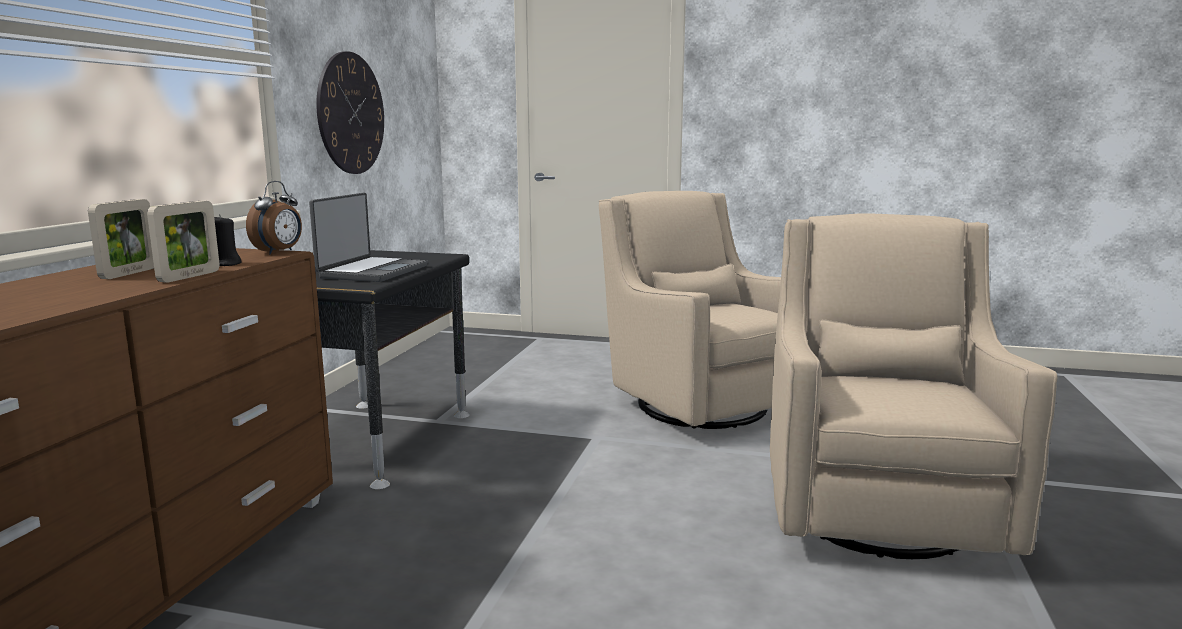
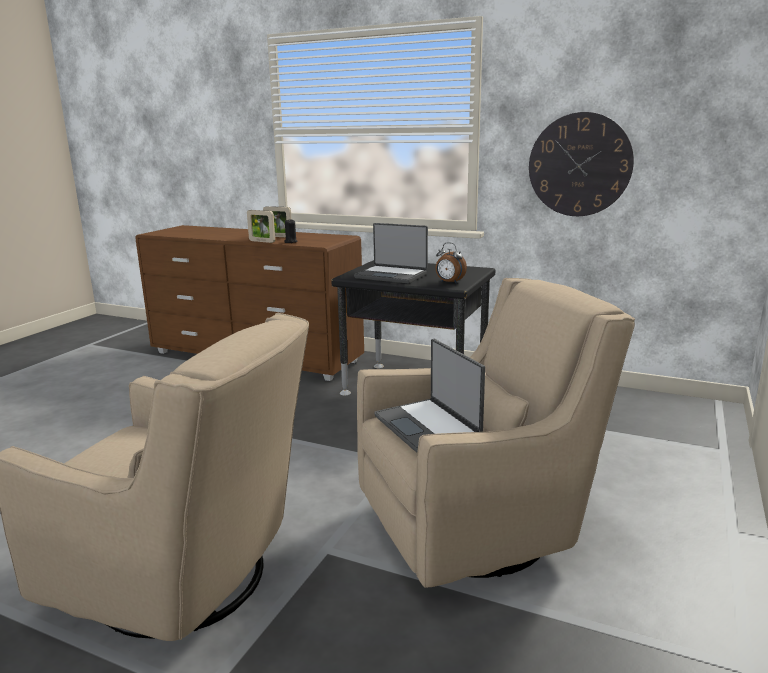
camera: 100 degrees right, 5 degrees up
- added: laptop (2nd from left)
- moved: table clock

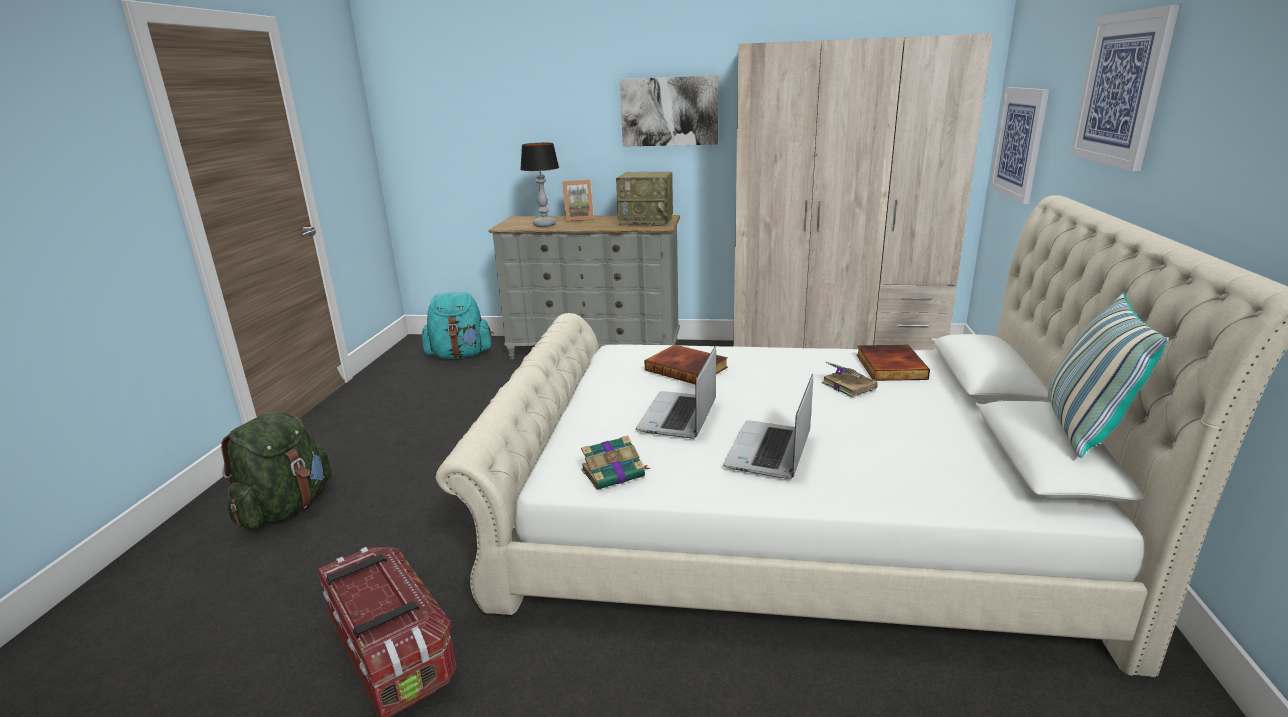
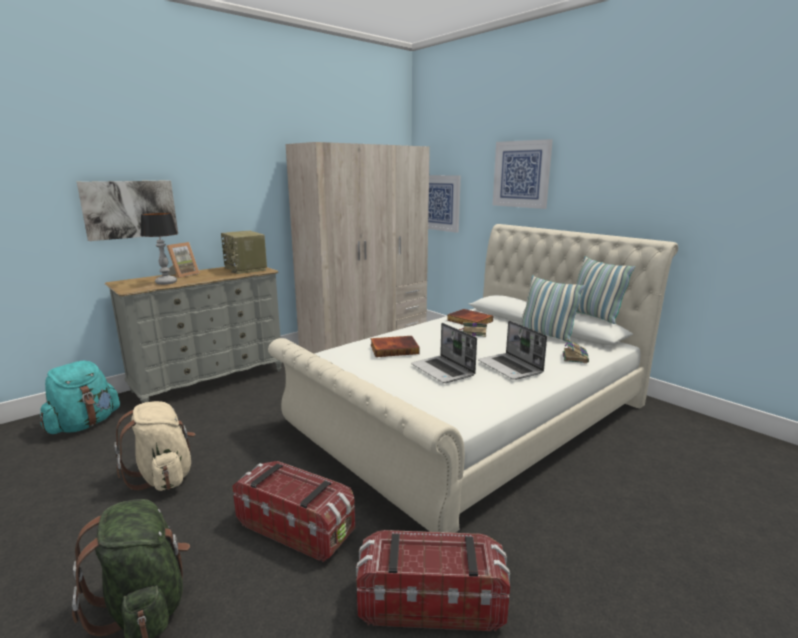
camera: 50 degrees left, 5 degrees down
- moved: picture (1st from left)
- added: beige-coloured knapsack
- turned: radio set 90 degrees clockwise
- added: storage box (1st from left)
- added: throw pillow (1st from left)
- moved: bound book (1st from left in the first image) to bound book (4th from left)

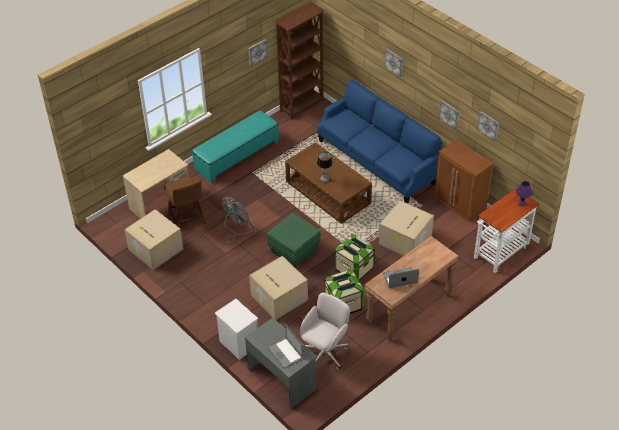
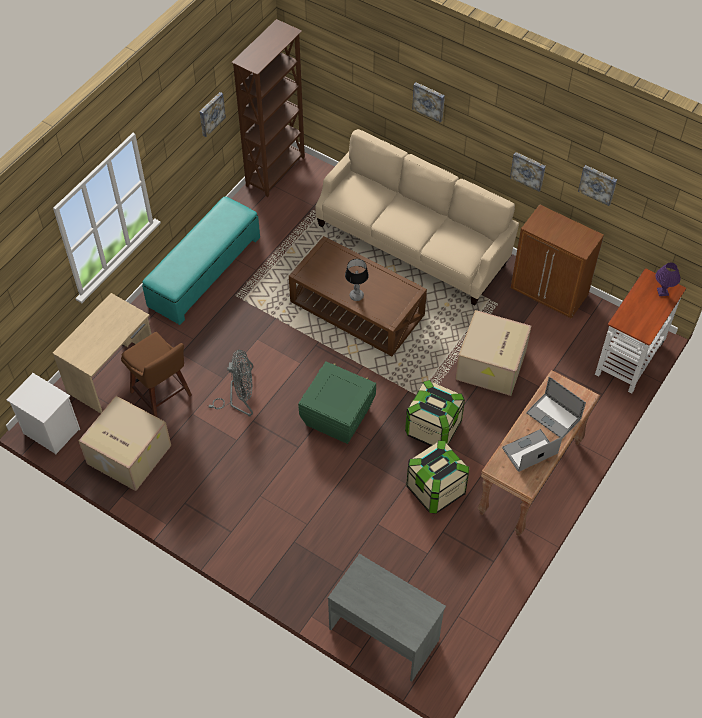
camera: 15 degrees left, 10 degrees up
- moved: whitish night table
- turned: grey electric fan 60 degrees clockwise
- recoloured: blue sofa to beige-coloured sofa
- moved: laptop (1st from left in the first image) to laptop (2nd from left)
- removed: carton (2nd from left)
- removed: whitish computer chair

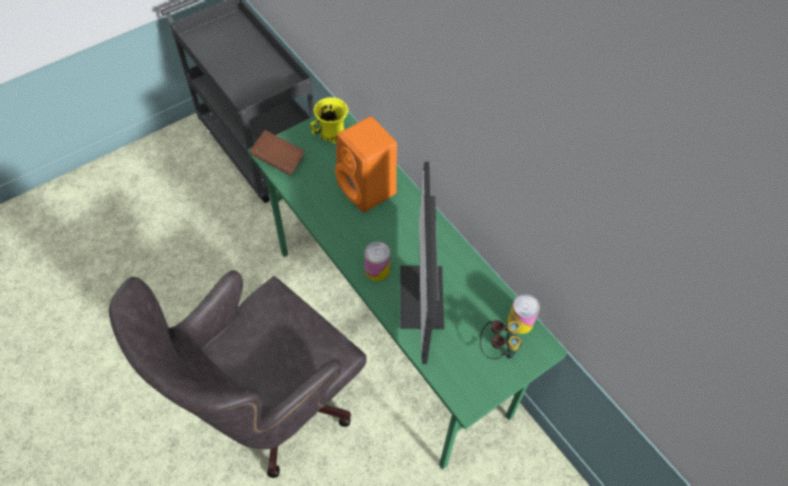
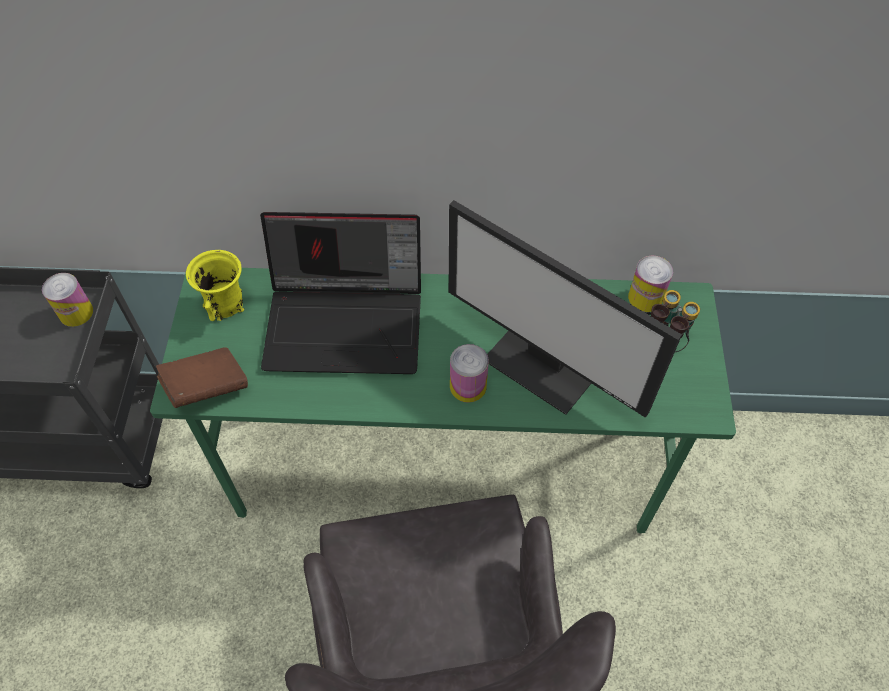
camera: 50 degrees left, 0 degrees up
- added: sealed can (1st from left)
- replaced: orangey speaker to laptop

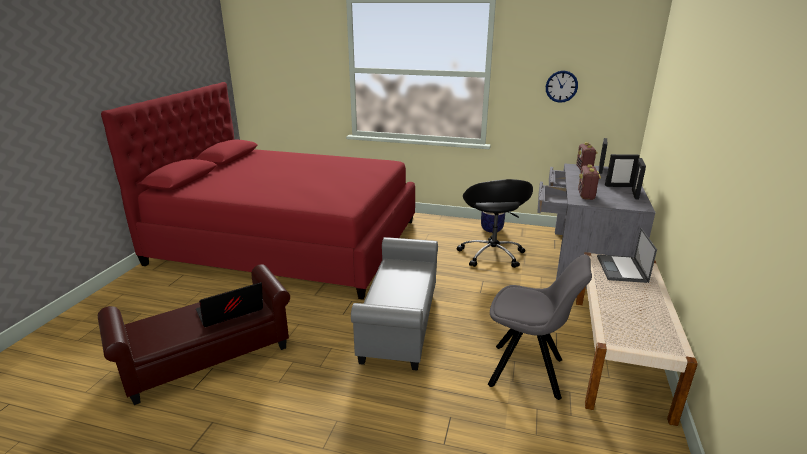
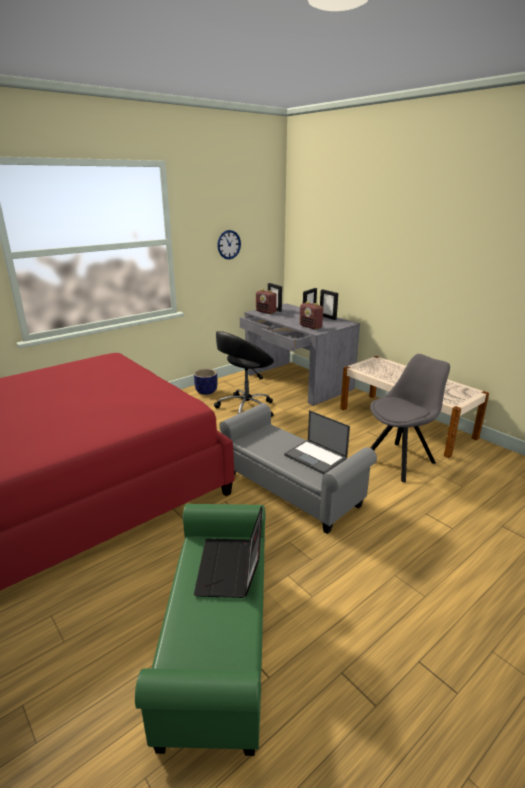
camera: 55 degrees left, 0 degrees up
- recoloured: brownish footrest to green-coloured footrest
- turned: black computer chair 105 degrees clockwise
- moved: laptop (2nd from left)

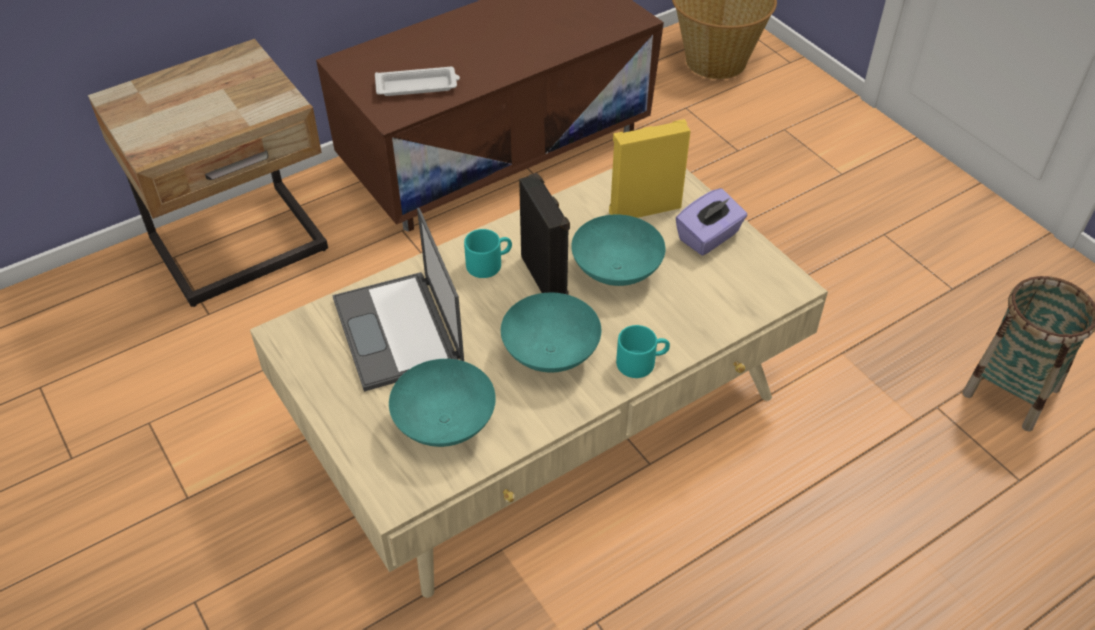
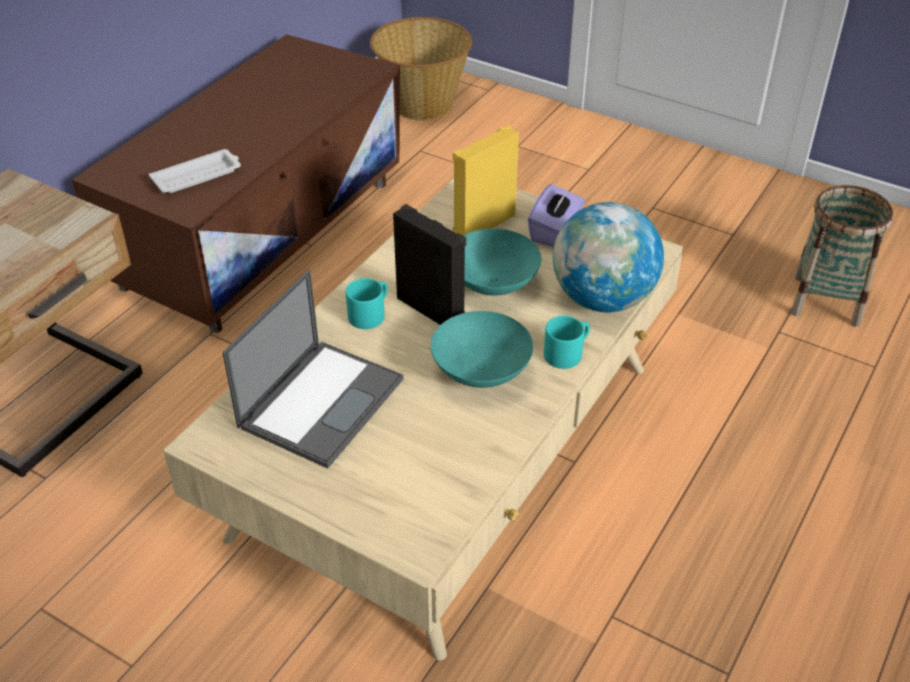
camera: 25 degrees left, 5 degrees down
- turned: laptop 105 degrees counterclockwise
- added: globe
- removed: turquoise-coloured bowl (1st from left)

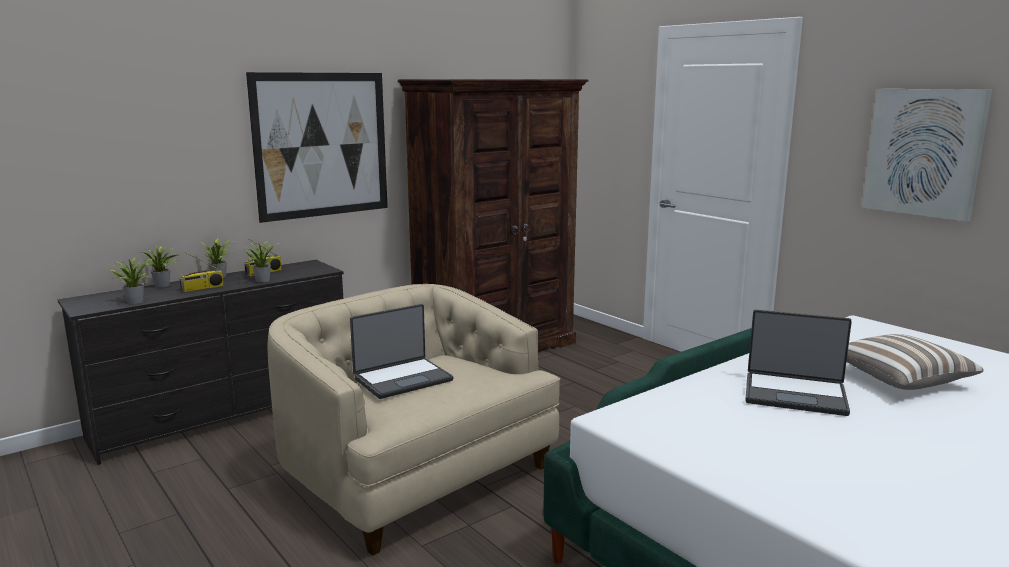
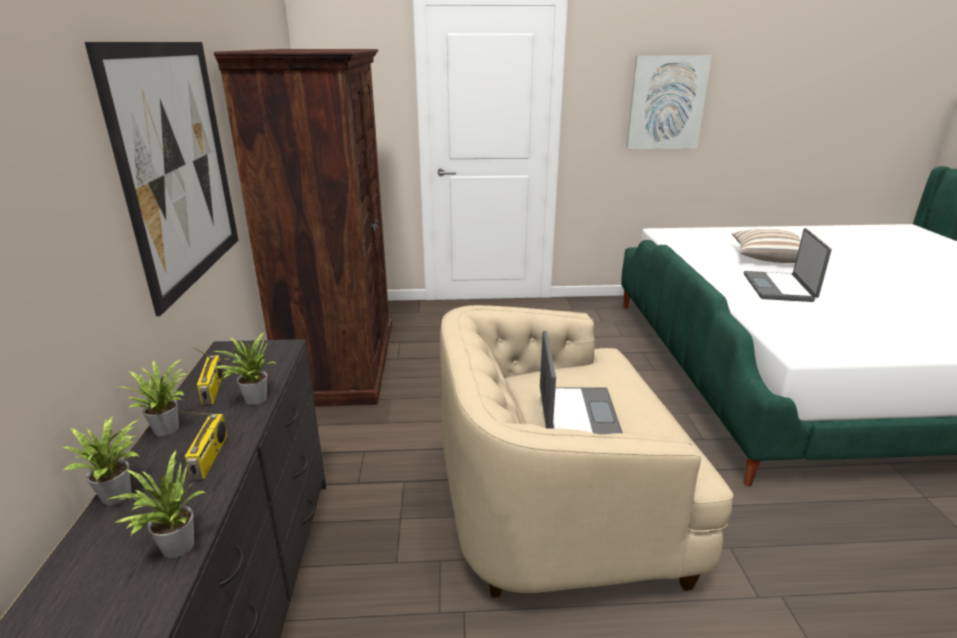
camera: 55 degrees left, 10 degrees up
- turned: laptop (2nd from left) 135 degrees clockwise

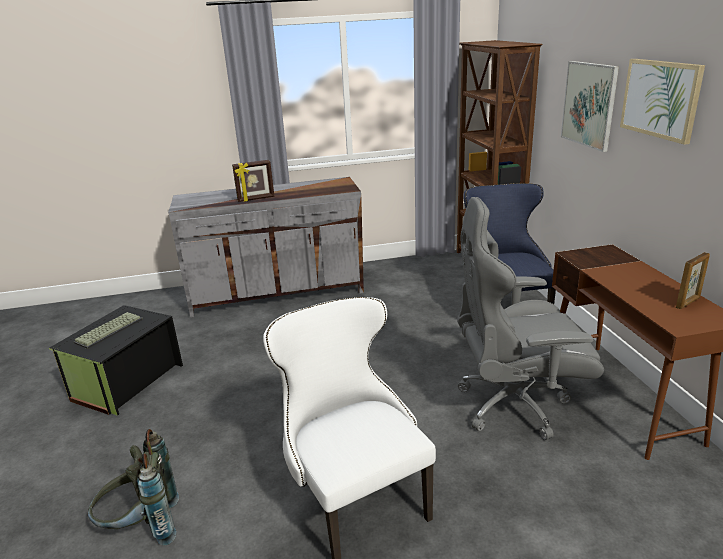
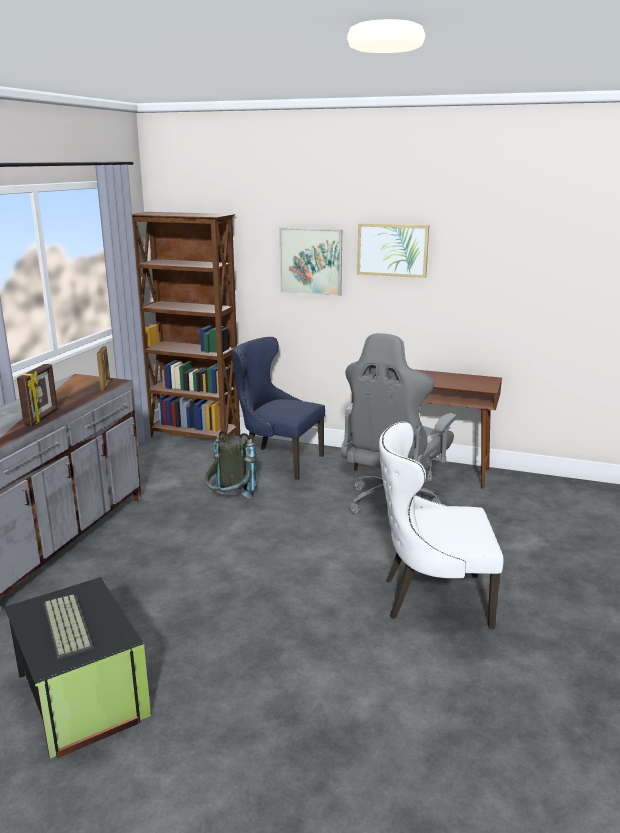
camera: 60 degrees left, 5 degrees down
- moved: picture frame (2nd from left)
- moved: grey knapsack

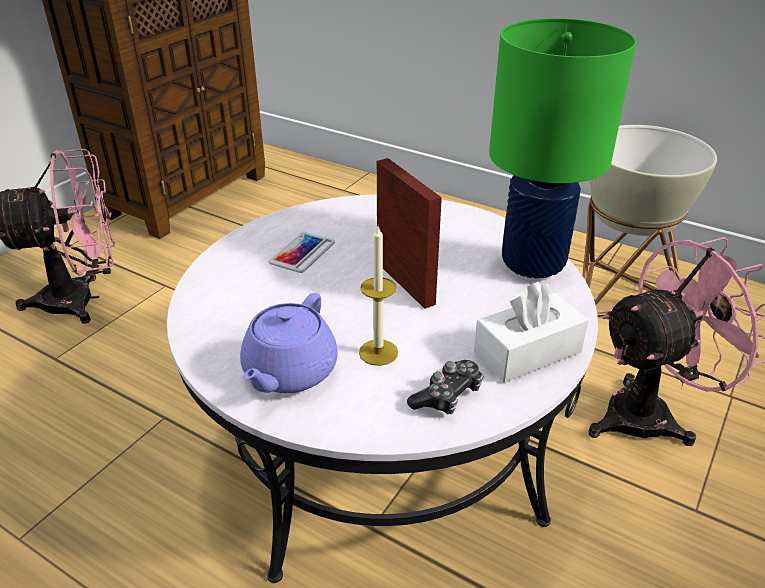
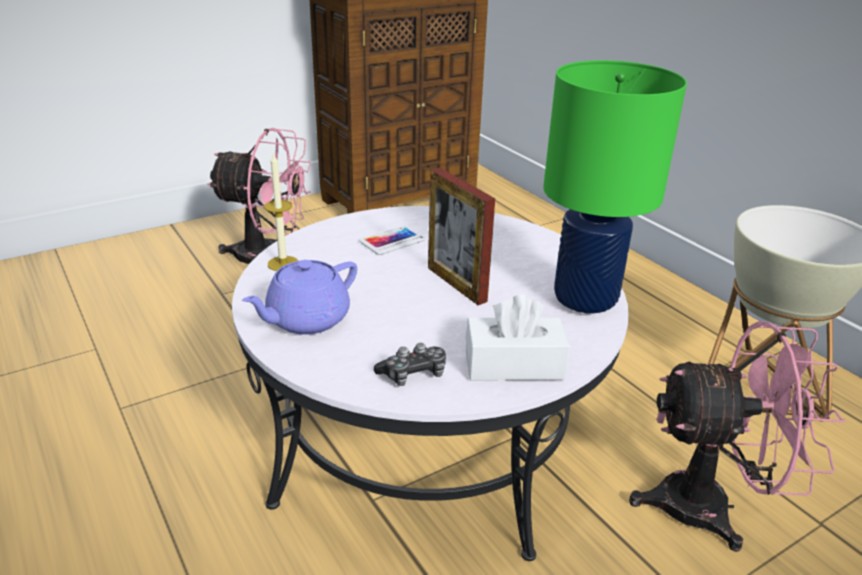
camera: 25 degrees right, 5 degrees down
- moved: wax light
- turned: picture frame 150 degrees clockwise

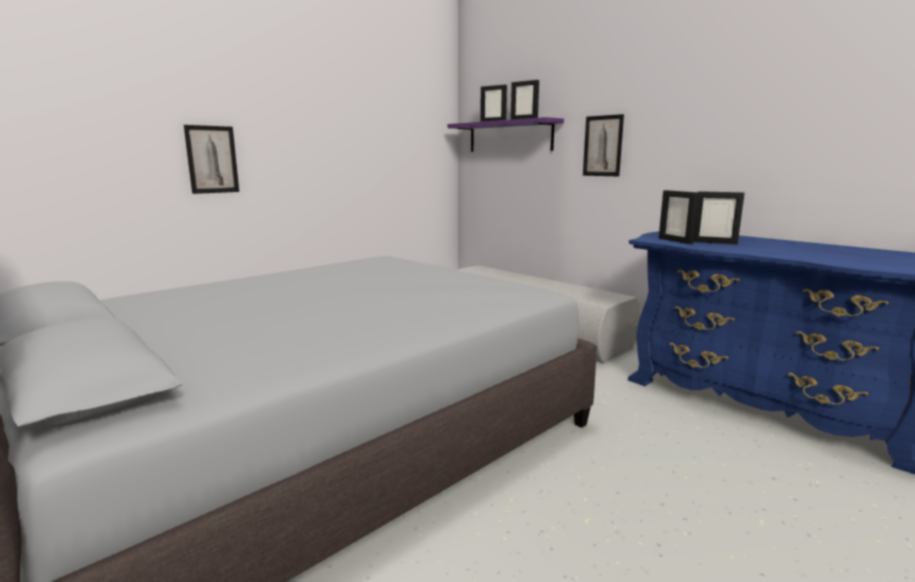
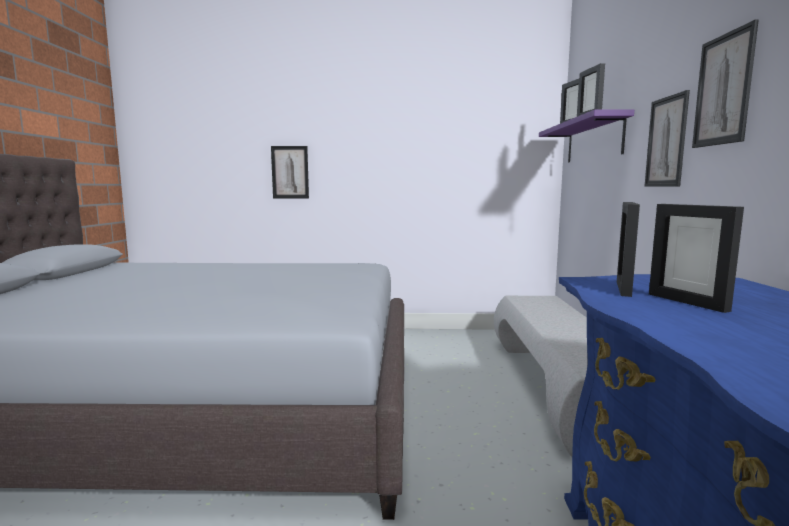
camera: 45 degrees right, 5 degrees down
- added: picture (3rd from left)

